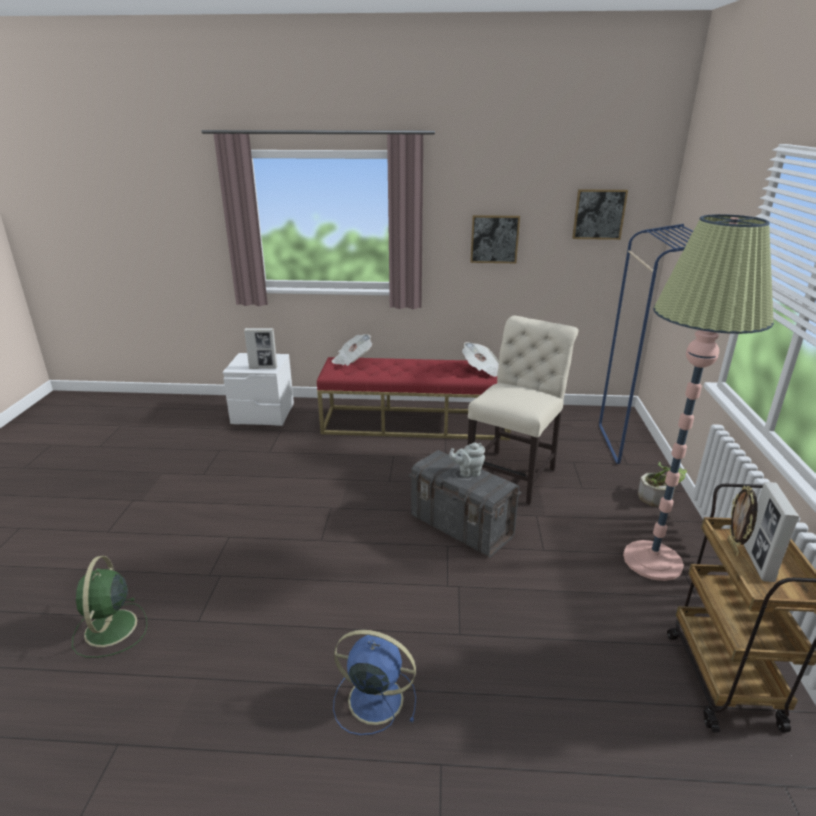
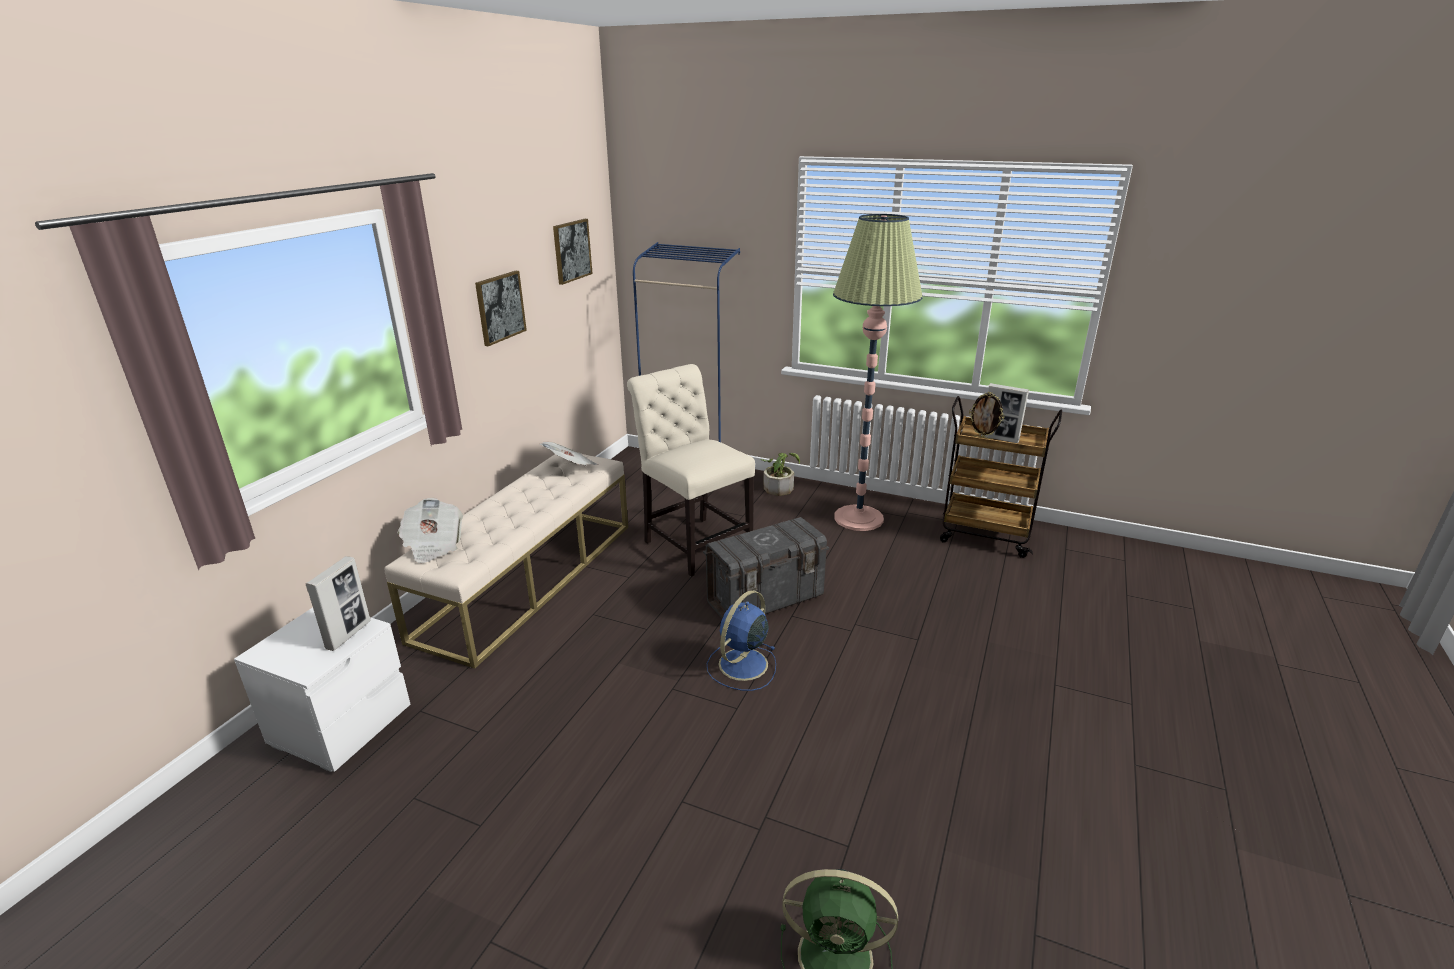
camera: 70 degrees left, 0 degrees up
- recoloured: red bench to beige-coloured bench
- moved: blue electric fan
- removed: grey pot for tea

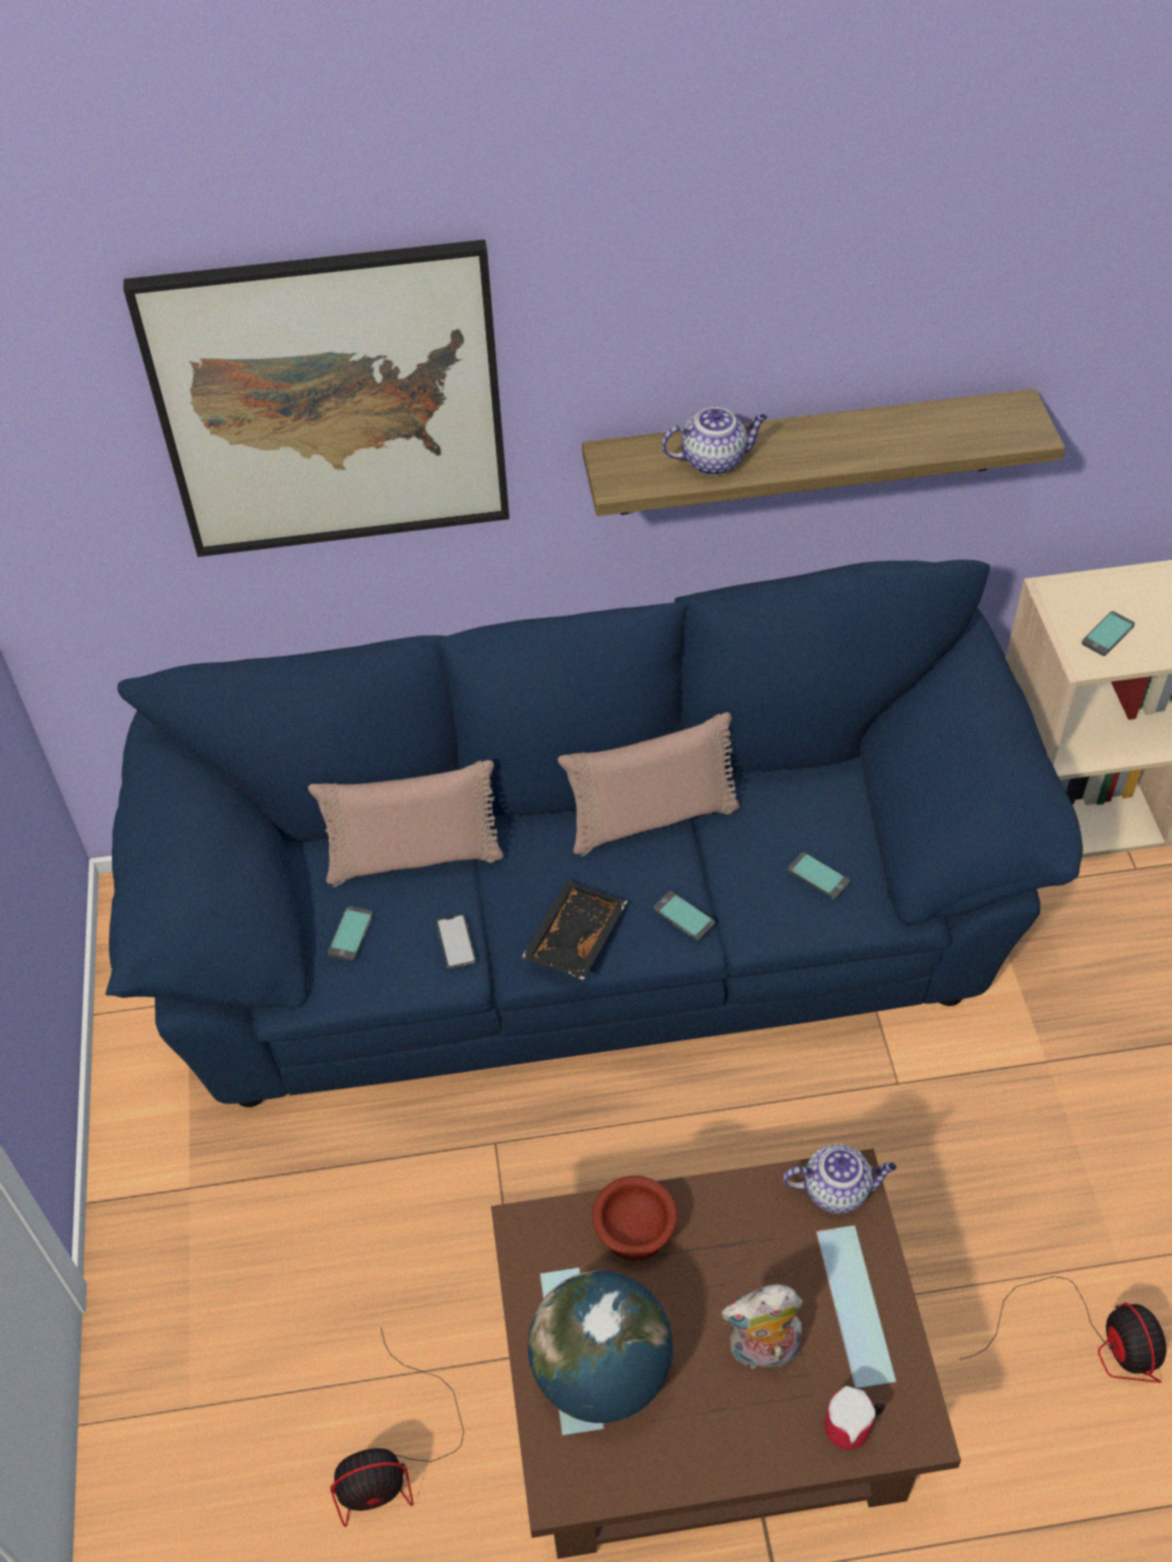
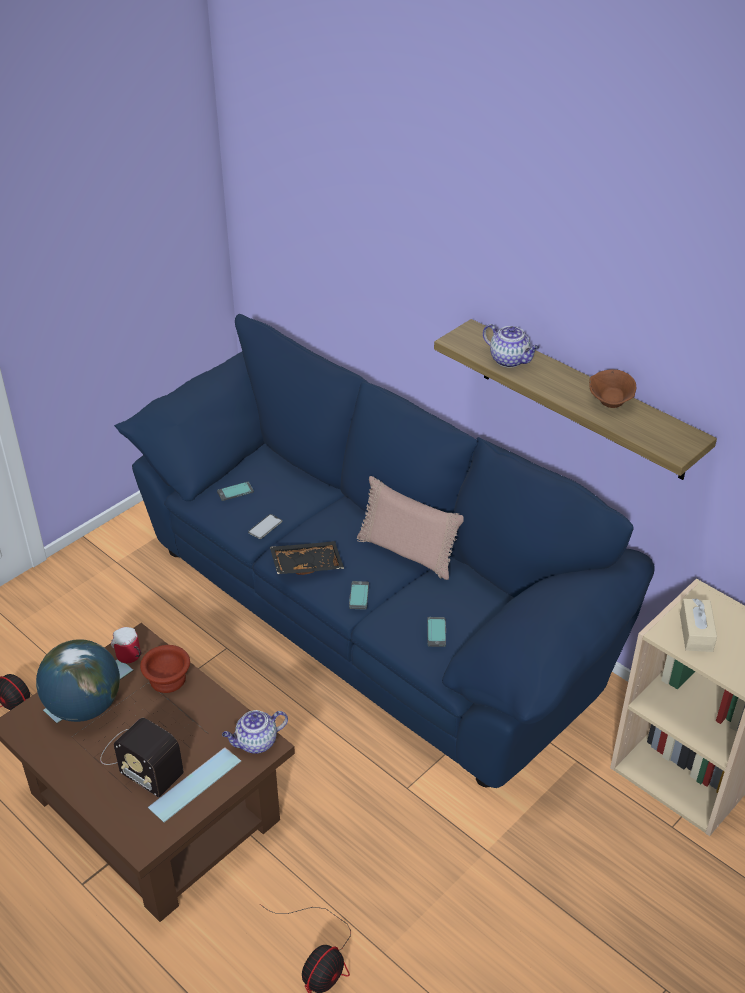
camera: 50 degrees right, 10 degrees down
- replaced: plush toy to radio set
- moved: coffee mug
- turned: pot for tea (2nd from left in the first image) 105 degrees clockwise
- added: brownish bowl (2nd from left)
- replaced: phone (5th from left) to beige-coloured box of tissues
- removed: picture
- removed: beige-coloured throw pillow (1st from left)

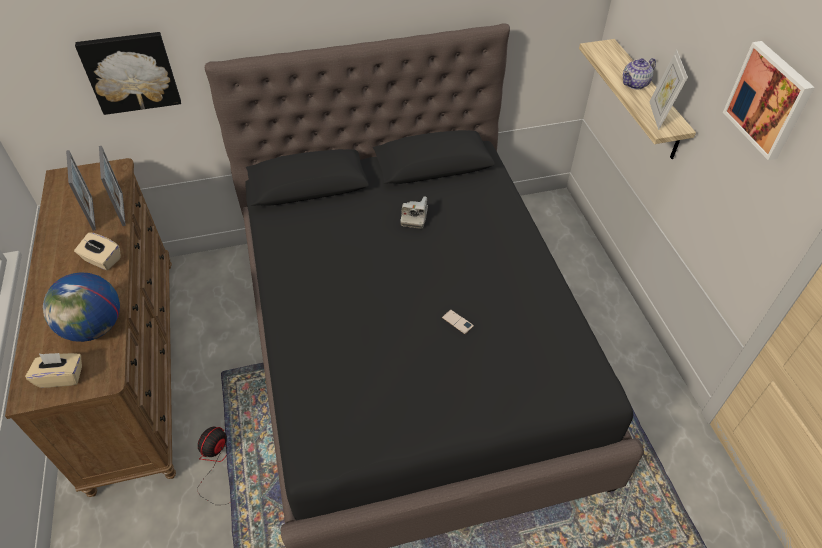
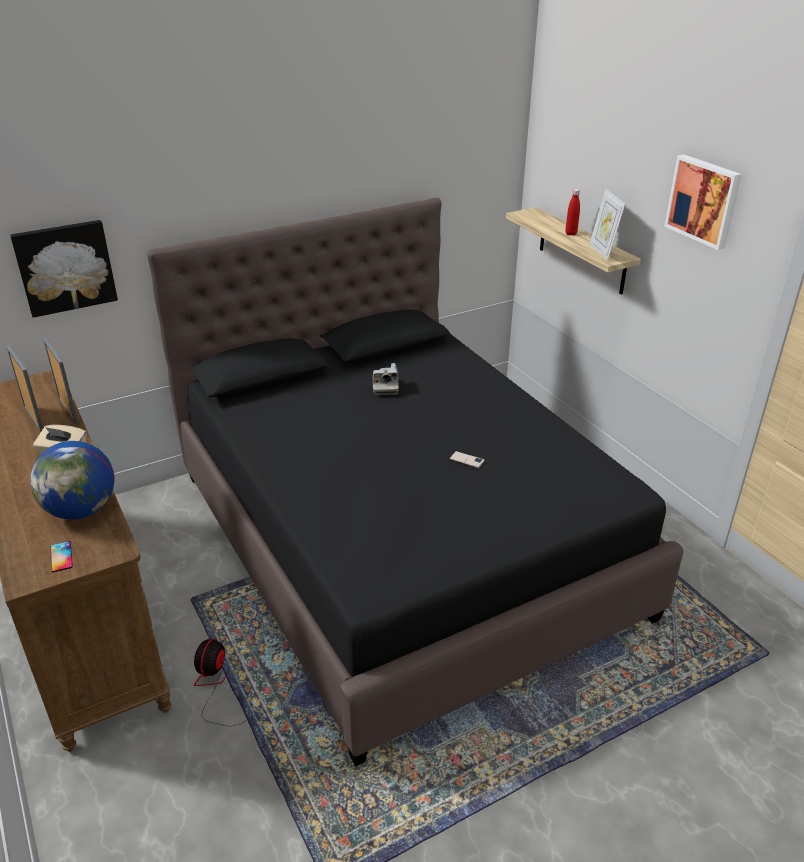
camera: 15 degrees left, 15 degrees down
- replaced: beige-coloured box of tissues (1st from left) to phone (1st from left)
- replaced: pot for tea to red beverage bottle

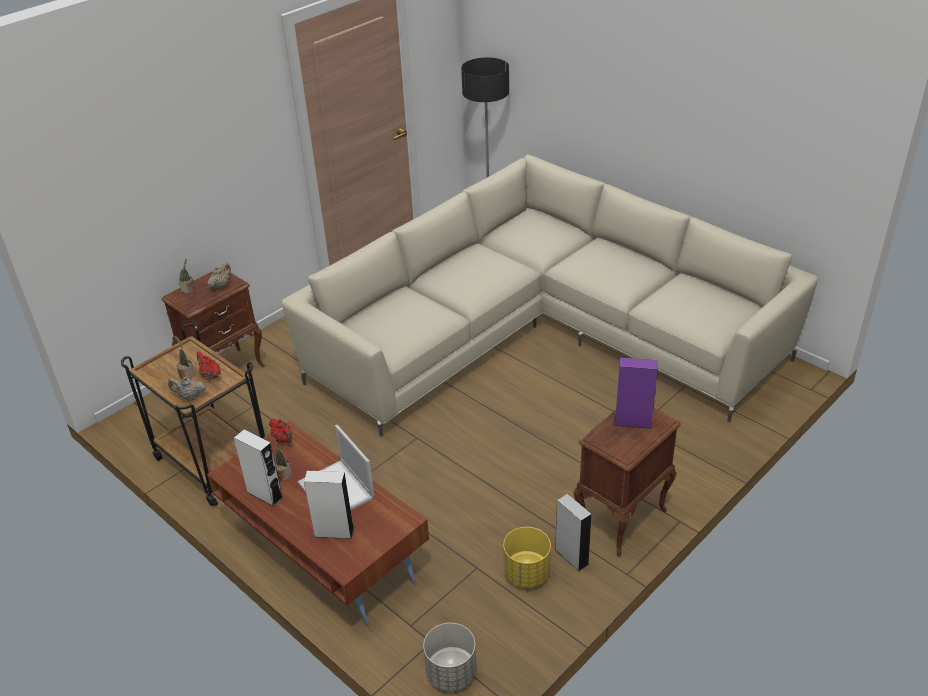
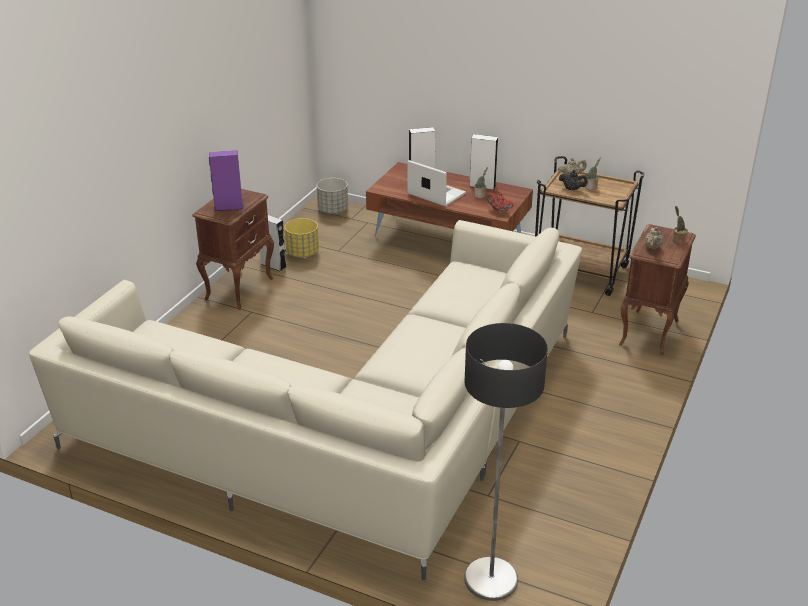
camera: 160 degrees right, 5 degrees down
- recoloured: red pot for tea (1st from left) to black pot for tea

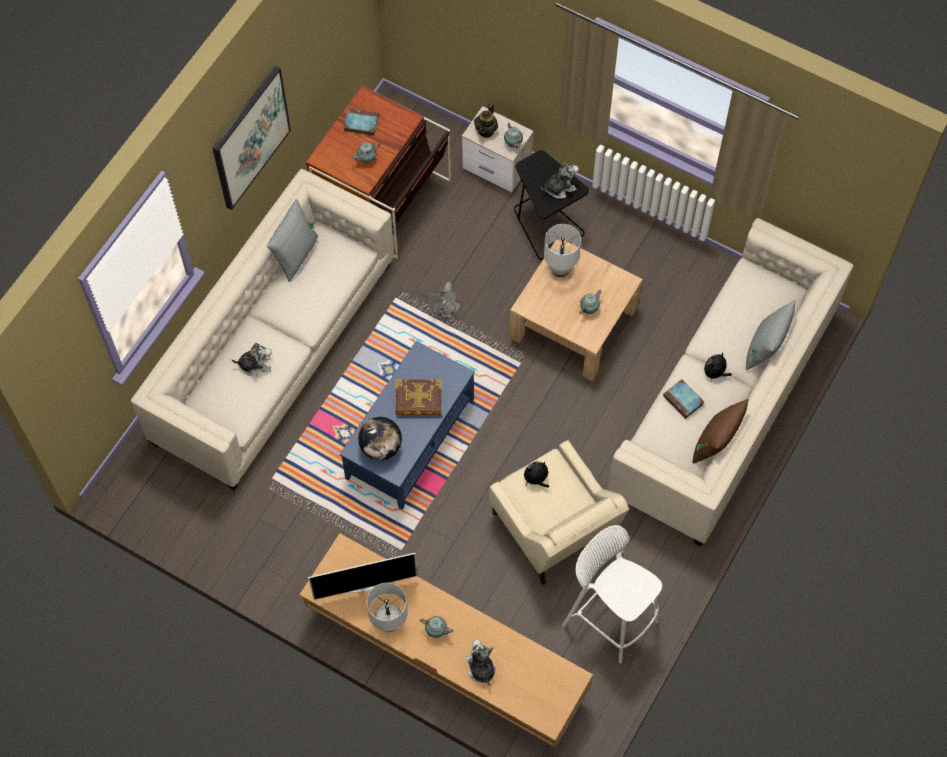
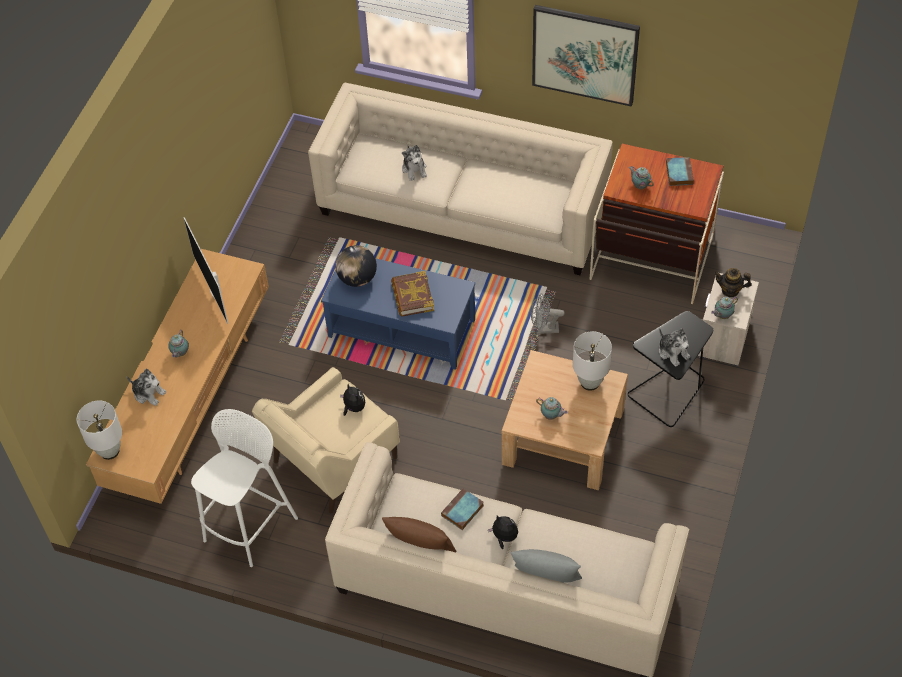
camera: 80 degrees right, 10 degrees down
- moved: whitish table lamp (1st from left)
- turned: plush toy (2nd from left in the first image) 60 degrees clockwise
- removed: grey throw pillow (1st from left)

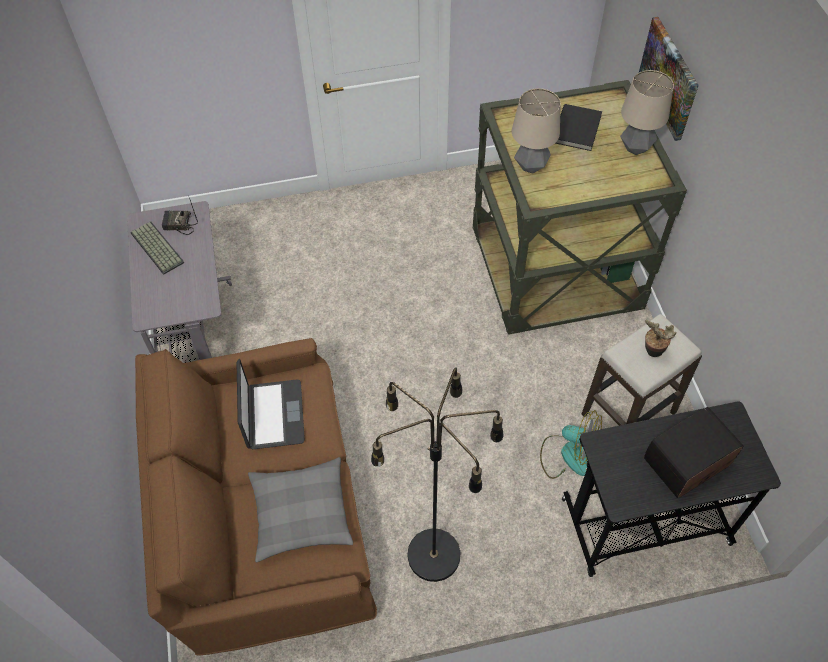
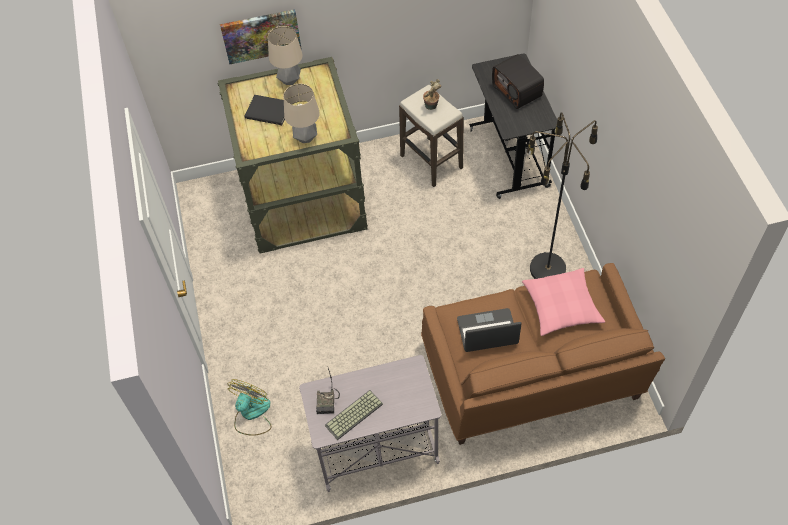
camera: 90 degrees left, 0 degrees up
- moved: electric fan
- recoloured: grey throw pillow to pink throw pillow

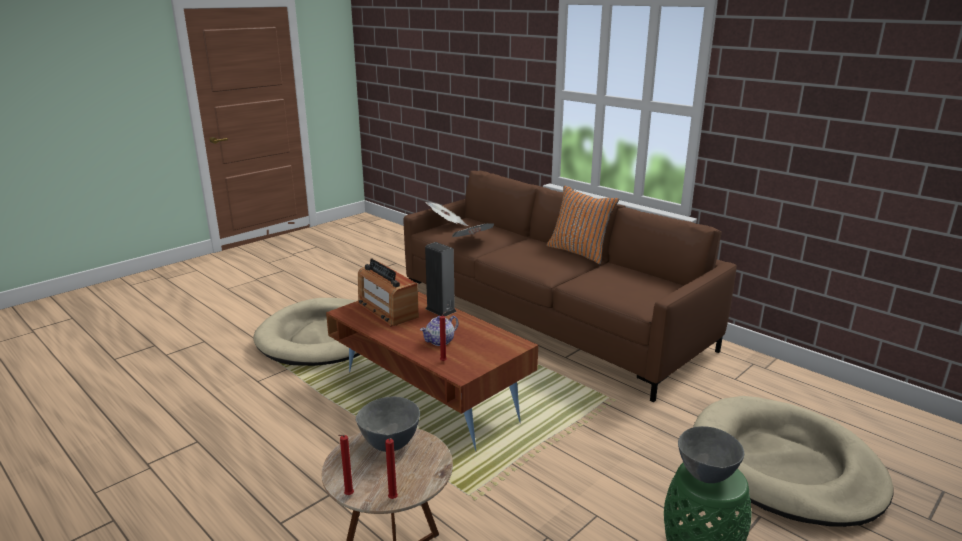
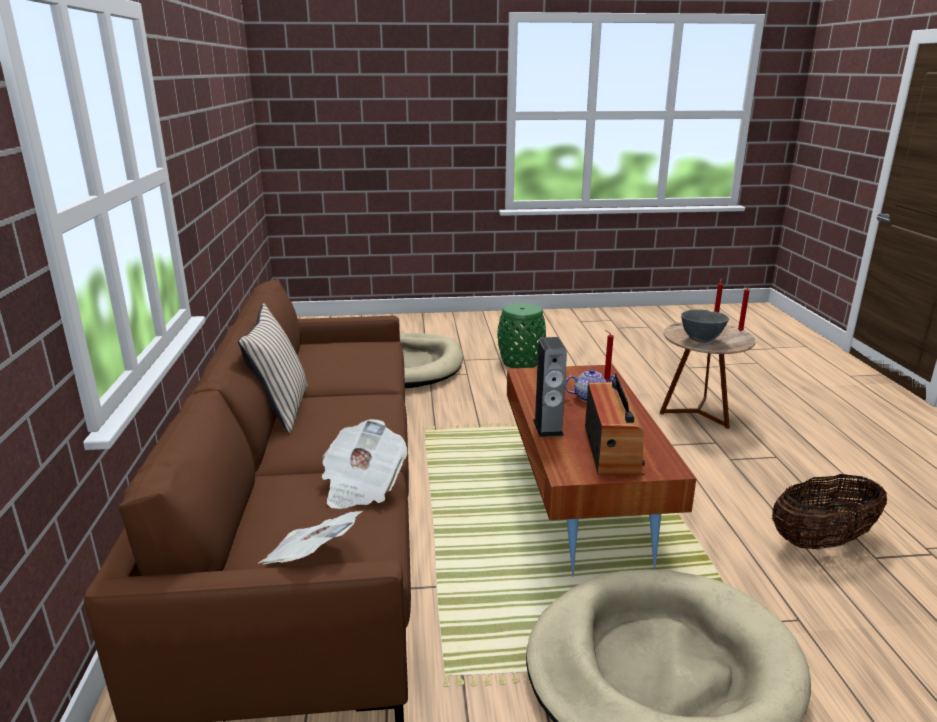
camera: 140 degrees left, 0 degrees up
- recoloured: orangey throw pillow to beige-coloured throw pillow
- added: household basket
- removed: grey bowl (2nd from left)

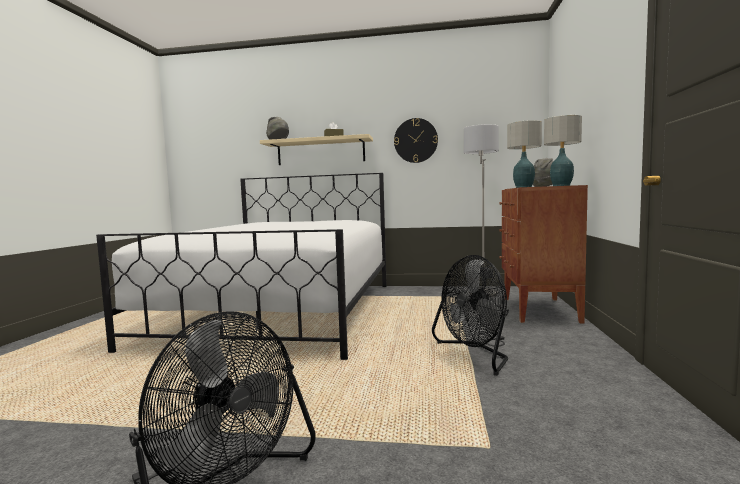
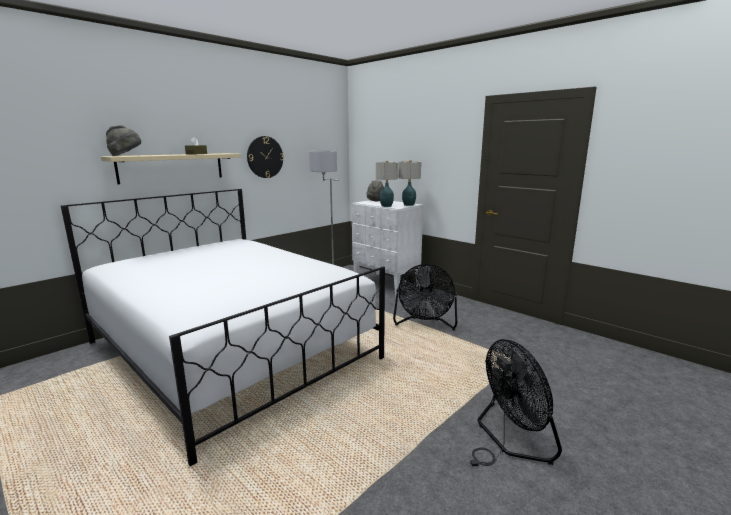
camera: 55 degrees left, 10 degrees up
- recoloured: brownish drawer chest to whitish drawer chest

